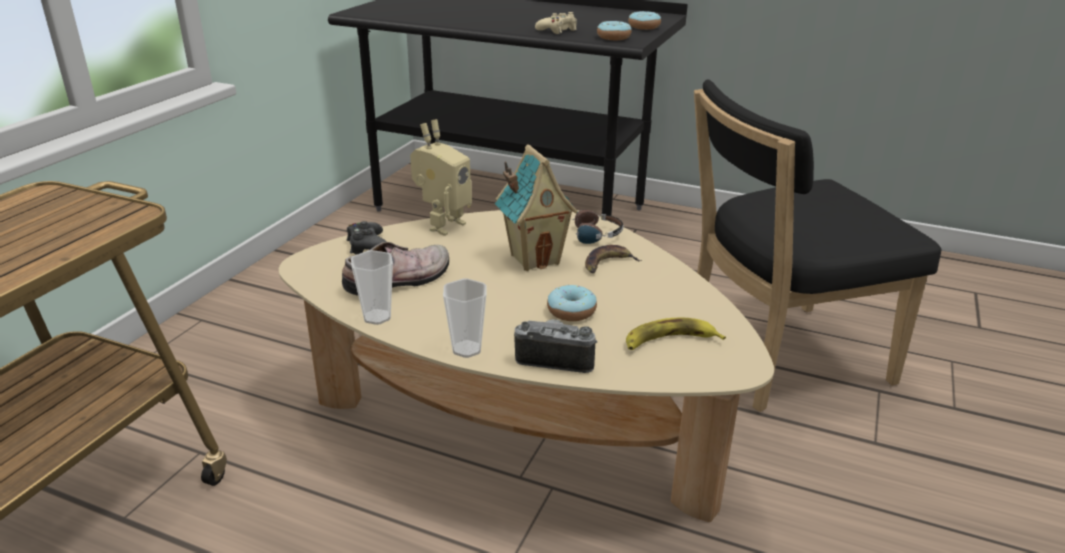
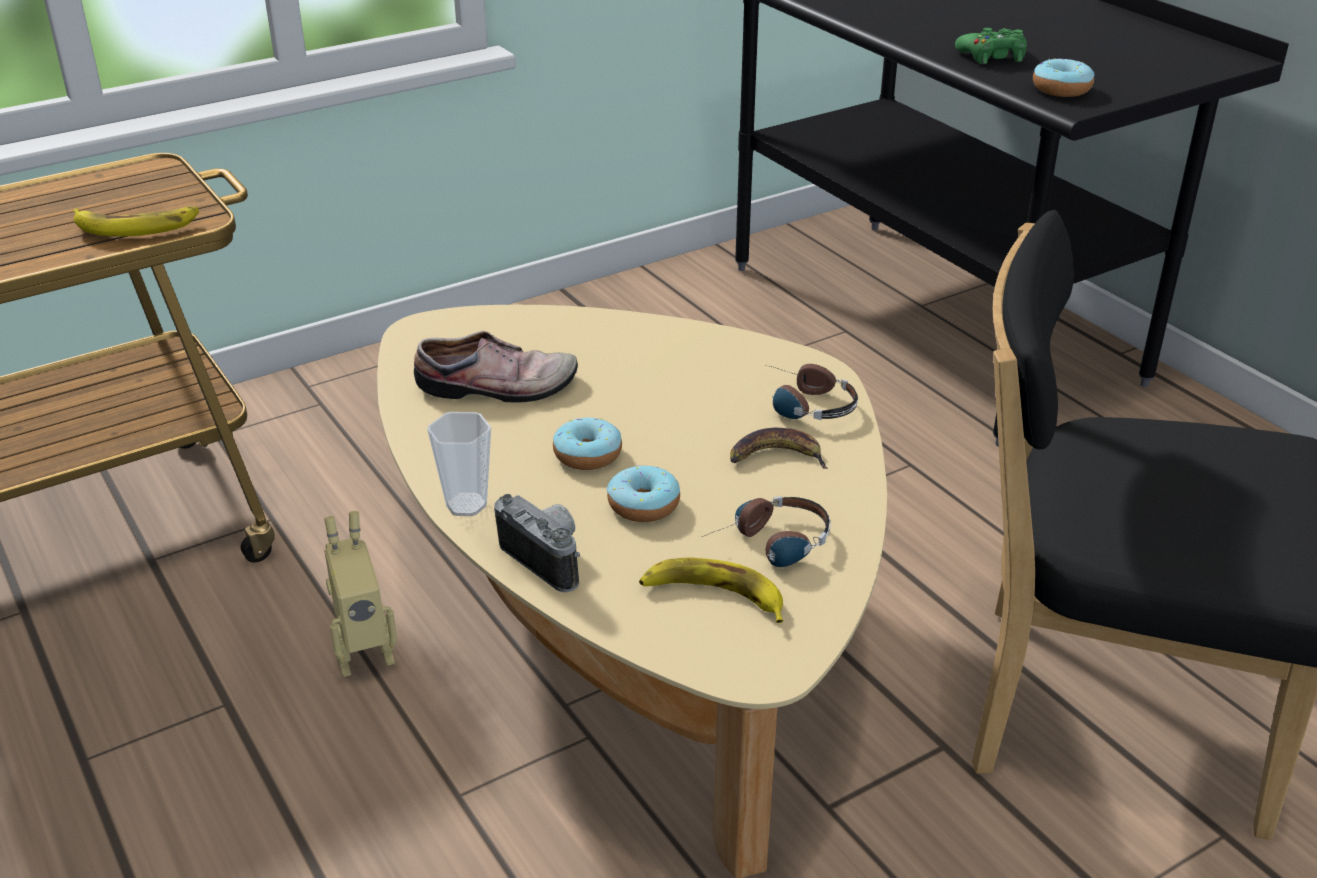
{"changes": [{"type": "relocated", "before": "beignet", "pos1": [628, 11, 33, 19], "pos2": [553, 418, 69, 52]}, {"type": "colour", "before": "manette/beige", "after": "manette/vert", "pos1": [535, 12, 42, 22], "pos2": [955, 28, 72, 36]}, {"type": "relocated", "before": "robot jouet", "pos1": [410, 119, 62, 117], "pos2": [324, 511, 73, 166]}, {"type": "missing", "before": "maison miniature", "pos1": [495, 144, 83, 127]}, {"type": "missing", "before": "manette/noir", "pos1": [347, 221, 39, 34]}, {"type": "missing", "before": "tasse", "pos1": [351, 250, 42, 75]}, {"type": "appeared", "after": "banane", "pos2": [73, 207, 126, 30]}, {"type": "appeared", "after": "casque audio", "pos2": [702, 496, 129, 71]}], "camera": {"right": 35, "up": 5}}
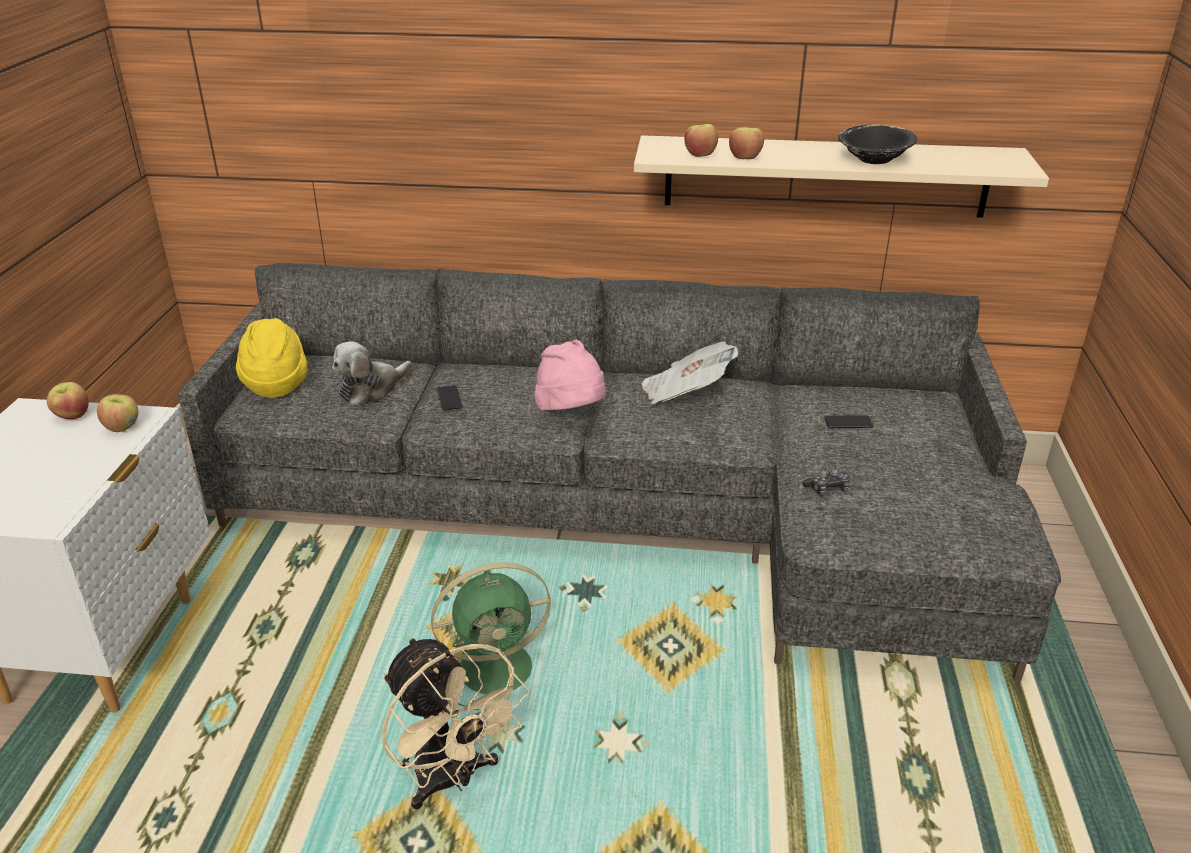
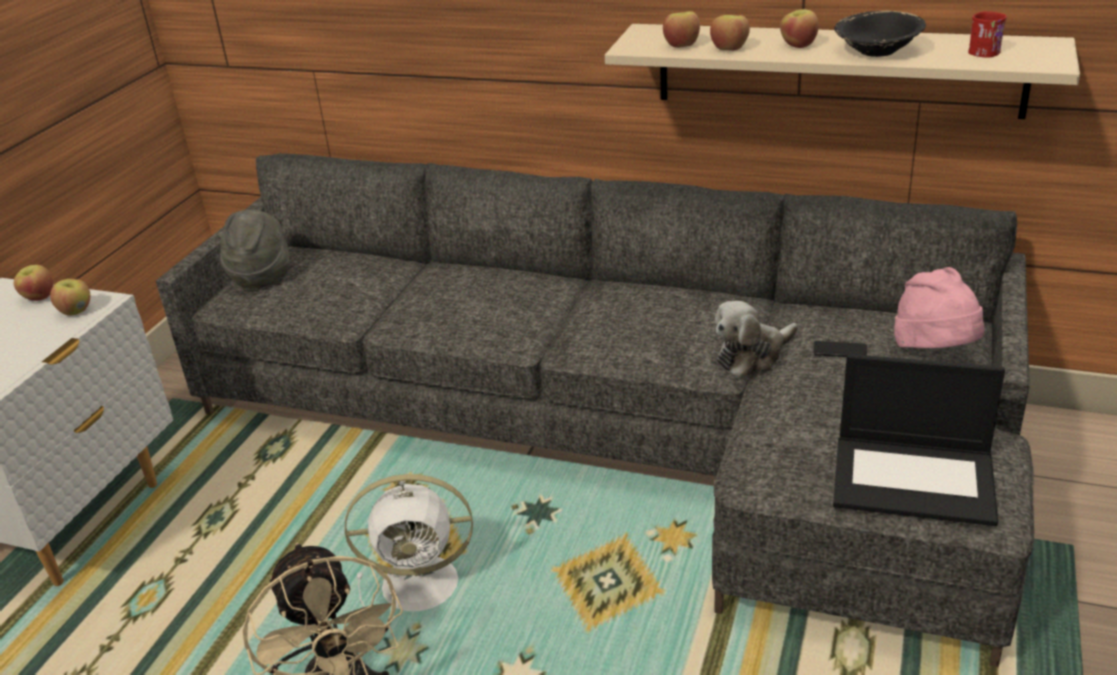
{"changes": [{"type": "colour", "before": "chapeau/jaune", "after": "chapeau/gris", "pos1": [236, 318, 71, 80], "pos2": [219, 209, 70, 80]}, {"type": "relocated", "before": "chapeau/rose", "pos1": [534, 340, 72, 71], "pos2": [894, 267, 91, 81]}, {"type": "relocated", "before": "peluche", "pos1": [333, 341, 79, 65], "pos2": [715, 301, 83, 76]}, {"type": "missing", "before": "journal", "pos1": [641, 341, 97, 63]}, {"type": "missing", "before": "téléphone", "pos1": [437, 385, 25, 26]}, {"type": "missing", "before": "manette", "pos1": [802, 469, 48, 26]}, {"type": "colour", "before": "ventilateur/vert", "after": "ventilateur/blanc", "pos1": [431, 562, 120, 148], "pos2": [345, 474, 128, 151]}, {"type": "appeared", "after": "pomme", "pos2": [780, 9, 39, 39]}, {"type": "appeared", "after": "mug/rouge", "pos2": [968, 11, 39, 47]}, {"type": "appeared", "after": "ordinateur portable", "pos2": [833, 354, 172, 172]}], "camera": {"right": 15, "up": 0}}
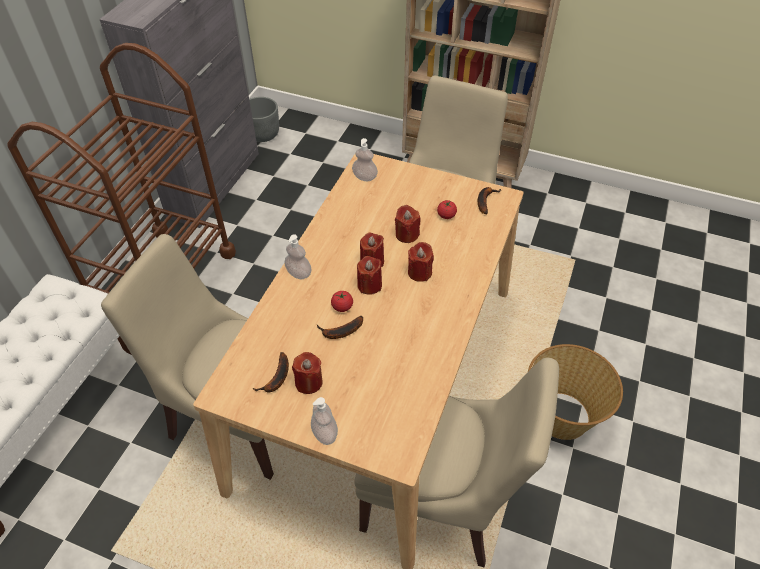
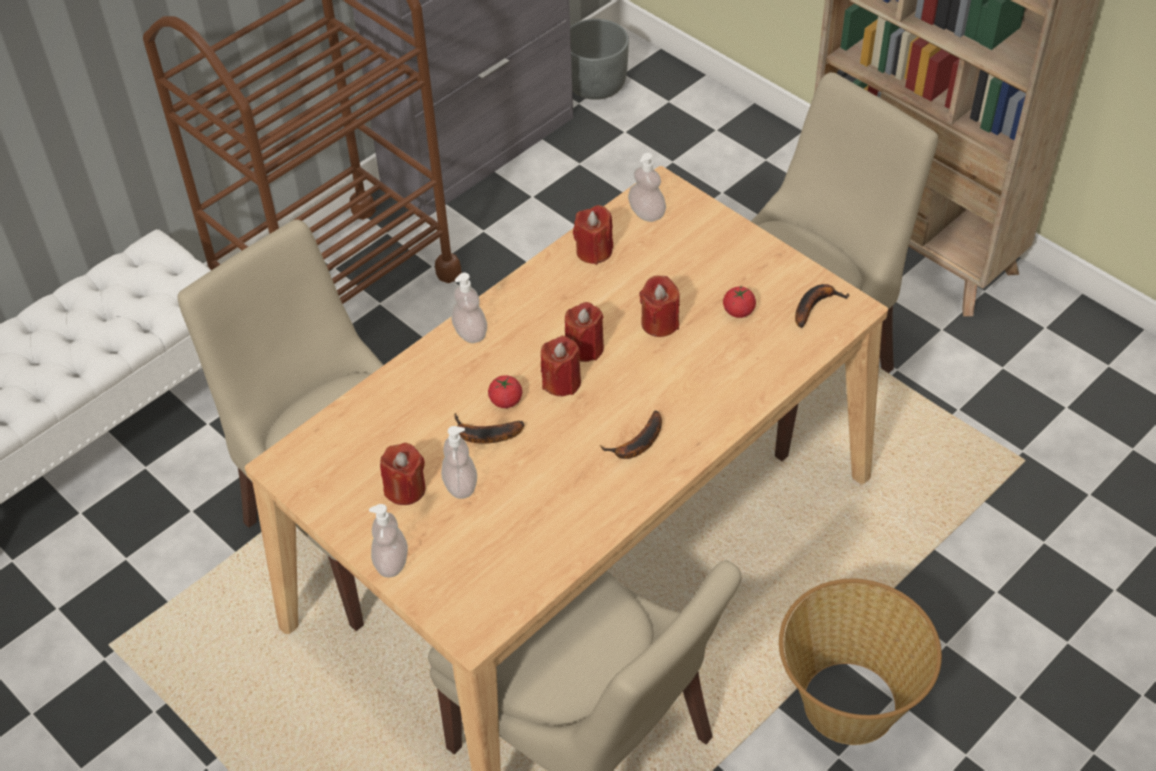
{"changes": [{"type": "relocated", "before": "bougie/rouge", "pos1": [408, 242, 26, 40], "pos2": [573, 205, 40, 60]}, {"type": "relocated", "before": "banane", "pos1": [252, 352, 37, 40], "pos2": [600, 410, 62, 49]}, {"type": "appeared", "after": "distributeur de savon", "pos2": [441, 426, 36, 73]}], "camera": {"right": 25, "up": 0}}
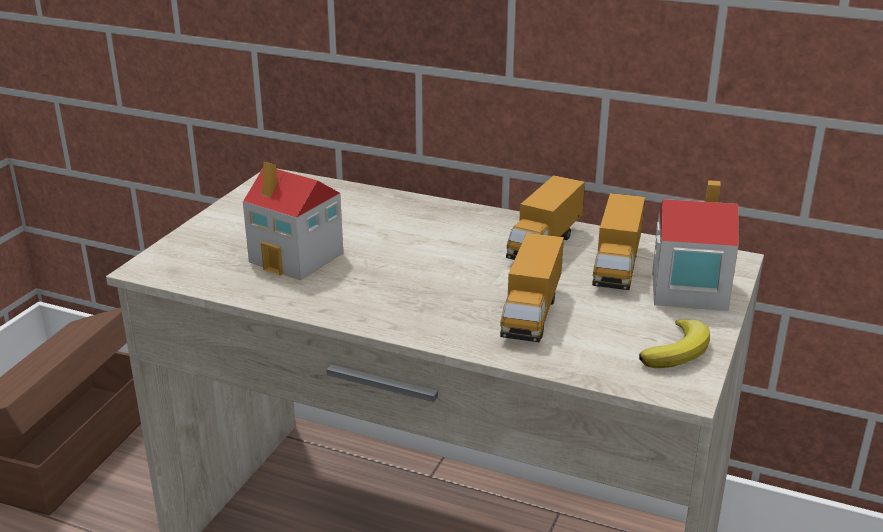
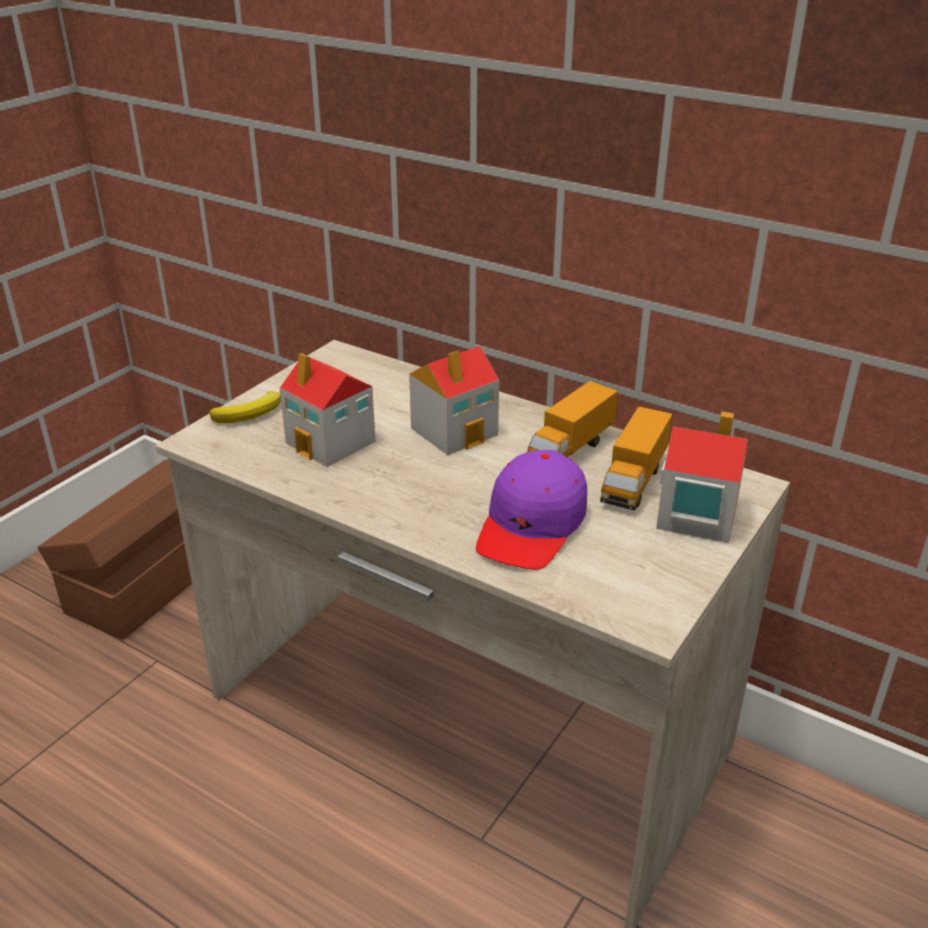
{"changes": [{"type": "exchanged", "before": "camion jouet", "after": "casquette/violet", "pos1": [500, 233, 64, 109], "pos2": [476, 450, 111, 120]}, {"type": "relocated", "before": "banane", "pos1": [639, 319, 71, 49], "pos2": [209, 391, 72, 32]}, {"type": "appeared", "after": "maison miniature", "pos2": [409, 346, 90, 109]}], "camera": {"right": 10, "up": 5}}
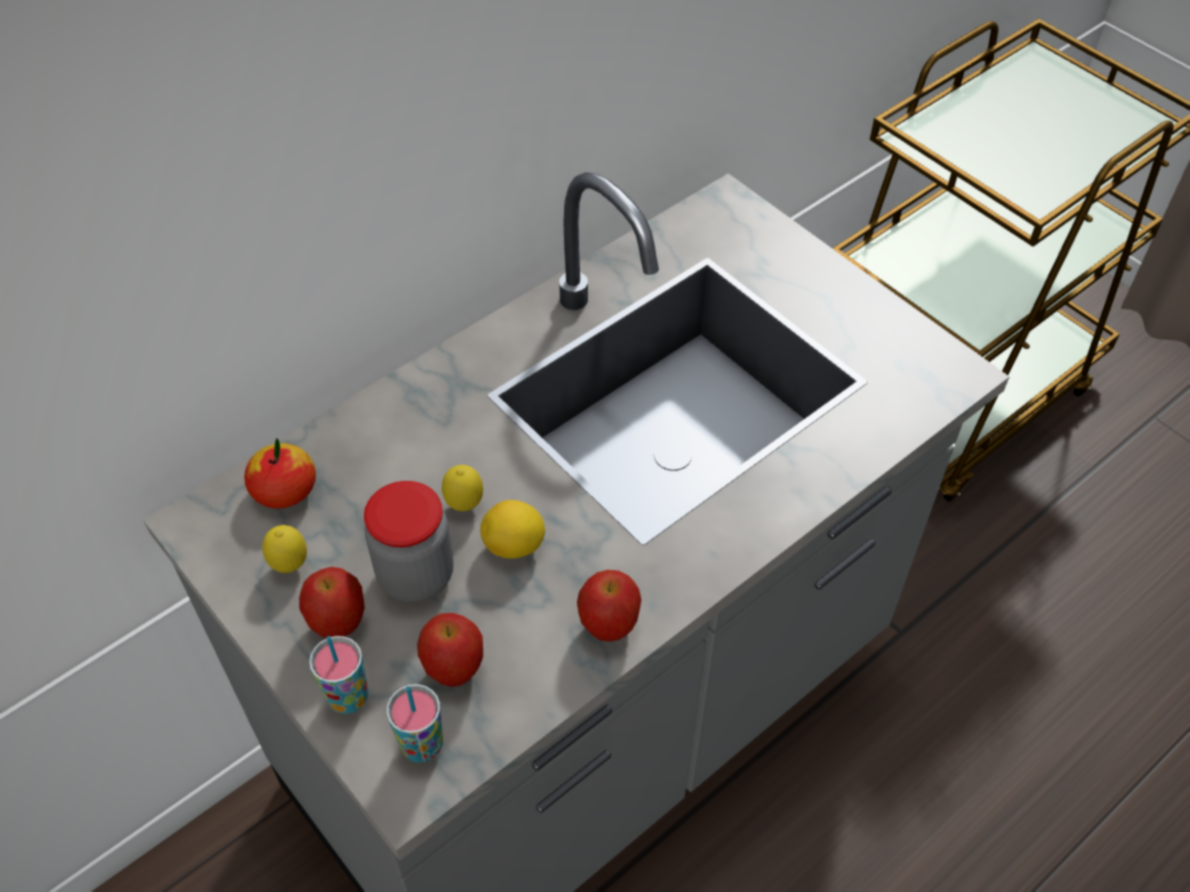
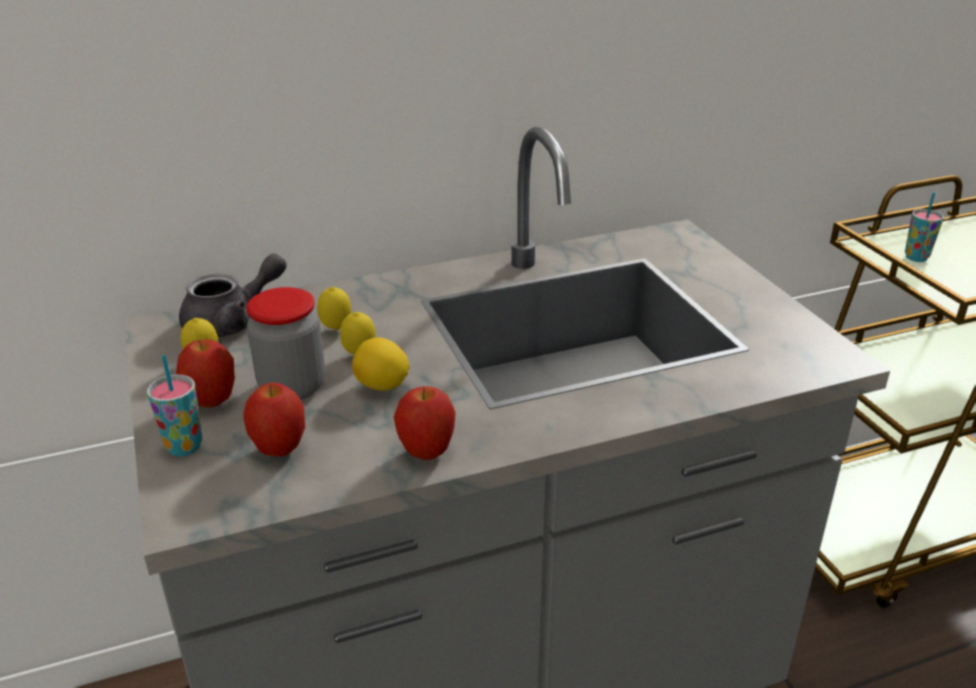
{"changes": [{"type": "exchanged", "before": "pomme", "after": "théière/gris", "pos1": [244, 438, 72, 71], "pos2": [179, 254, 108, 84]}, {"type": "relocated", "before": "tasse", "pos1": [386, 684, 57, 78], "pos2": [905, 192, 39, 70]}, {"type": "appeared", "after": "citron", "pos2": [317, 287, 35, 43]}], "camera": {"right": 20, "up": -20}}
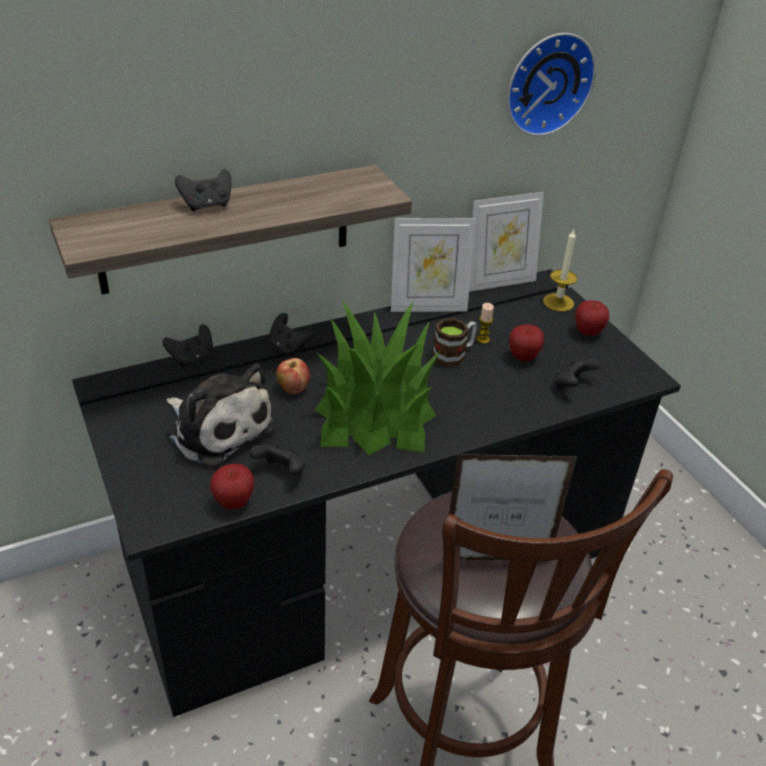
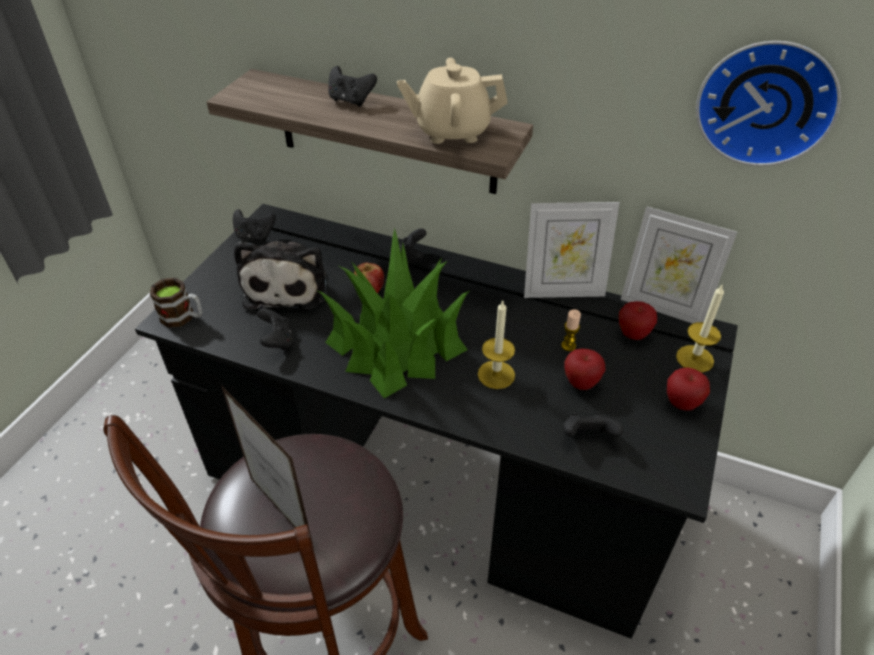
{"changes": [{"type": "spun", "before": "cadre photo", "pos1": [391, 218, 85, 94], "pos2": [524, 202, 96, 96], "turn": -45}, {"type": "relocated", "before": "mug", "pos1": [432, 318, 45, 49], "pos2": [150, 278, 53, 50]}, {"type": "relocated", "before": "manette/noir", "pos1": [162, 324, 51, 43], "pos2": [233, 209, 43, 33]}, {"type": "relocated", "before": "pomme", "pos1": [210, 464, 44, 46], "pos2": [619, 301, 38, 39]}, {"type": "appeared", "after": "théière/beige", "pos2": [397, 57, 111, 87]}, {"type": "appeared", "after": "bougie", "pos2": [478, 301, 37, 88]}], "camera": {"right": 50, "up": 5}}
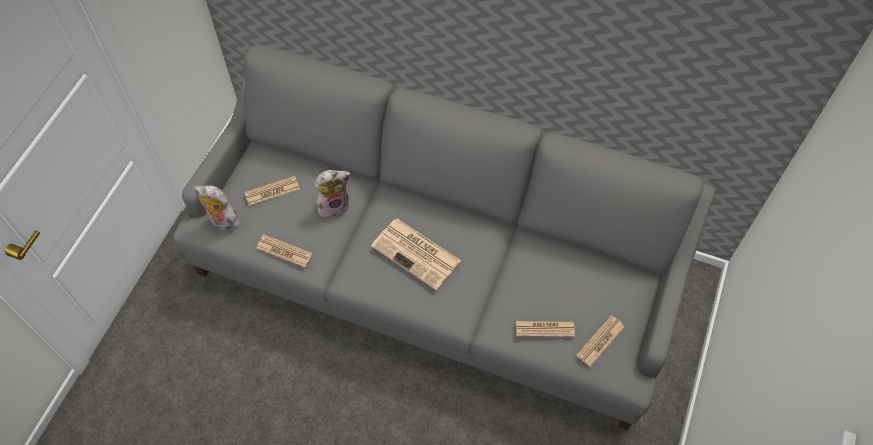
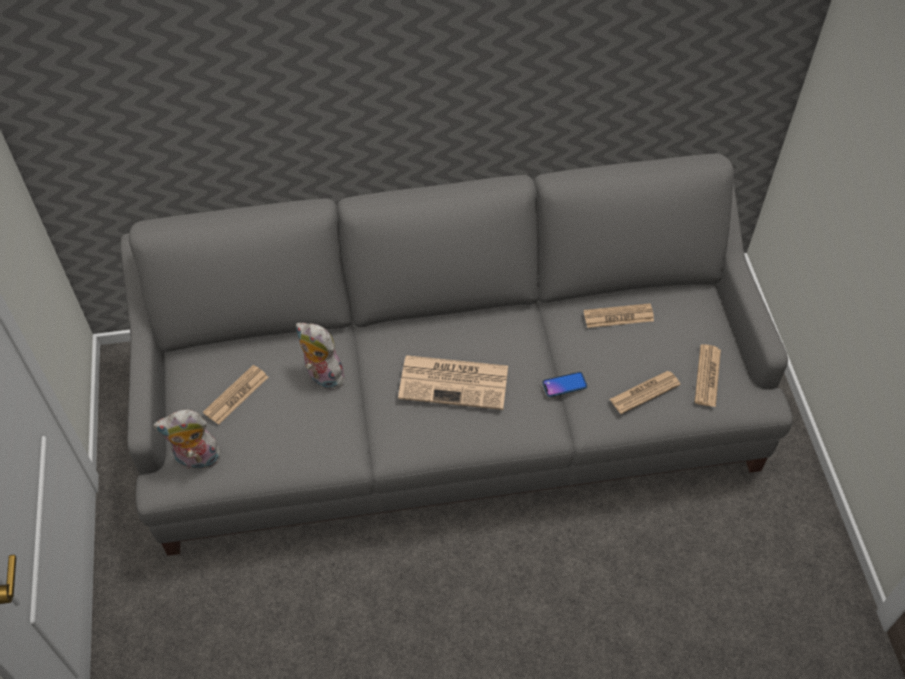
{"changes": [{"type": "spun", "before": "peluche", "pos1": [315, 170, 36, 48], "pos2": [296, 323, 54, 67], "turn": -90}, {"type": "relocated", "before": "journal", "pos1": [256, 234, 56, 33], "pos2": [584, 303, 70, 25]}, {"type": "appeared", "after": "téléphone", "pos2": [542, 372, 45, 25]}], "camera": {"right": -30, "up": -5}}
